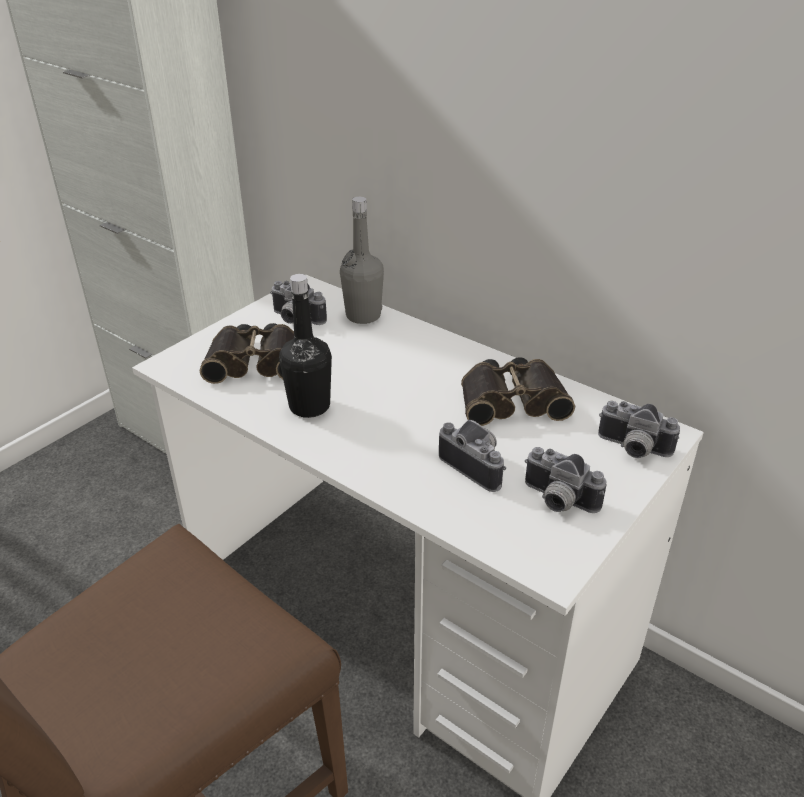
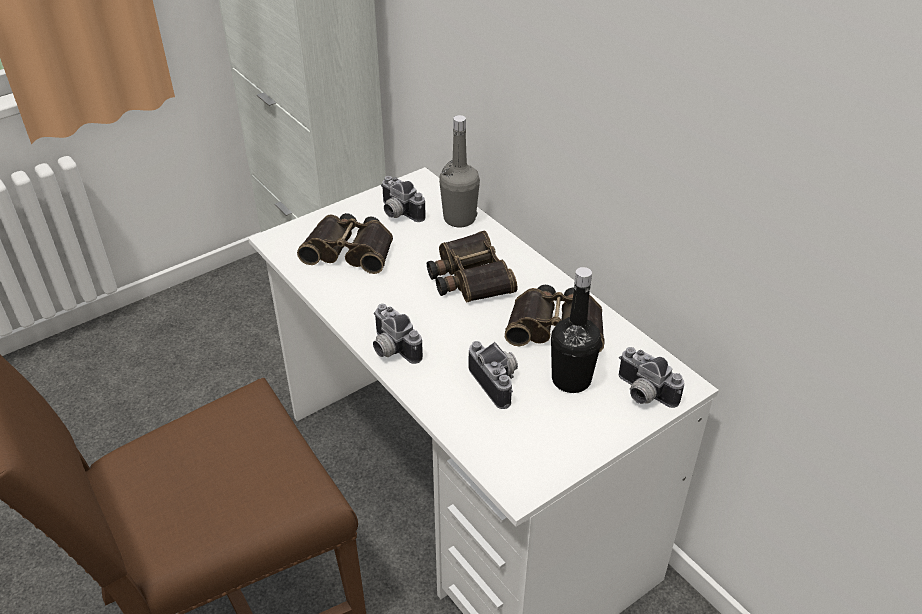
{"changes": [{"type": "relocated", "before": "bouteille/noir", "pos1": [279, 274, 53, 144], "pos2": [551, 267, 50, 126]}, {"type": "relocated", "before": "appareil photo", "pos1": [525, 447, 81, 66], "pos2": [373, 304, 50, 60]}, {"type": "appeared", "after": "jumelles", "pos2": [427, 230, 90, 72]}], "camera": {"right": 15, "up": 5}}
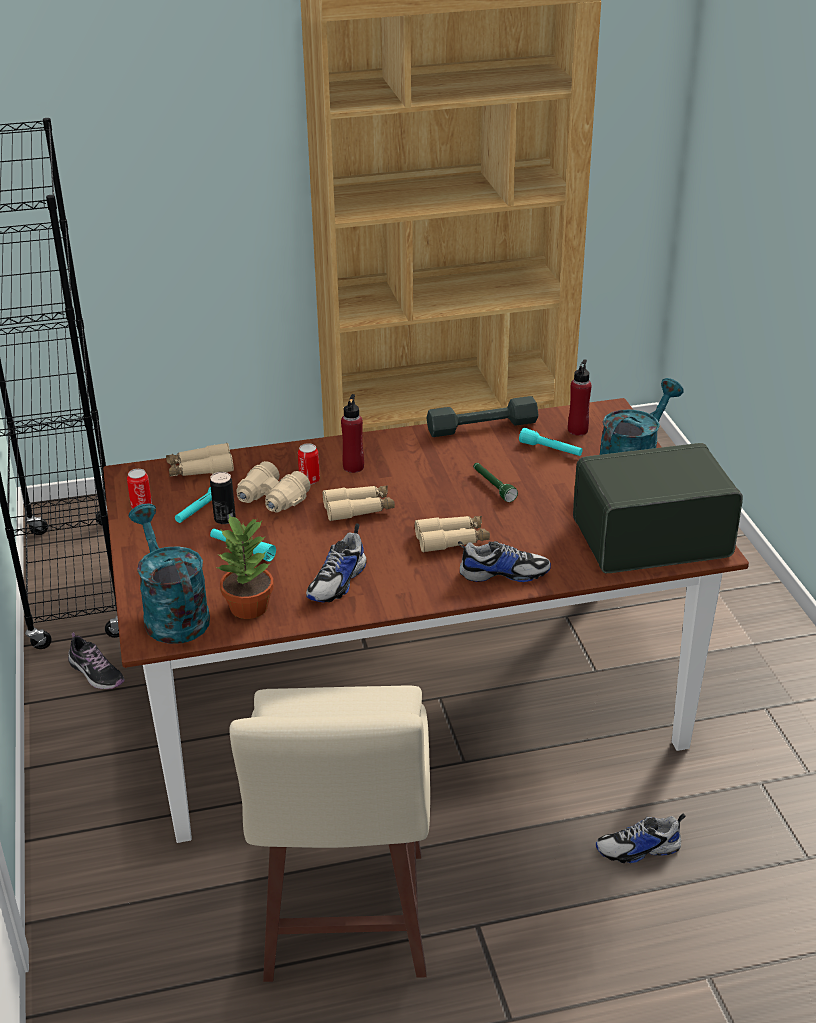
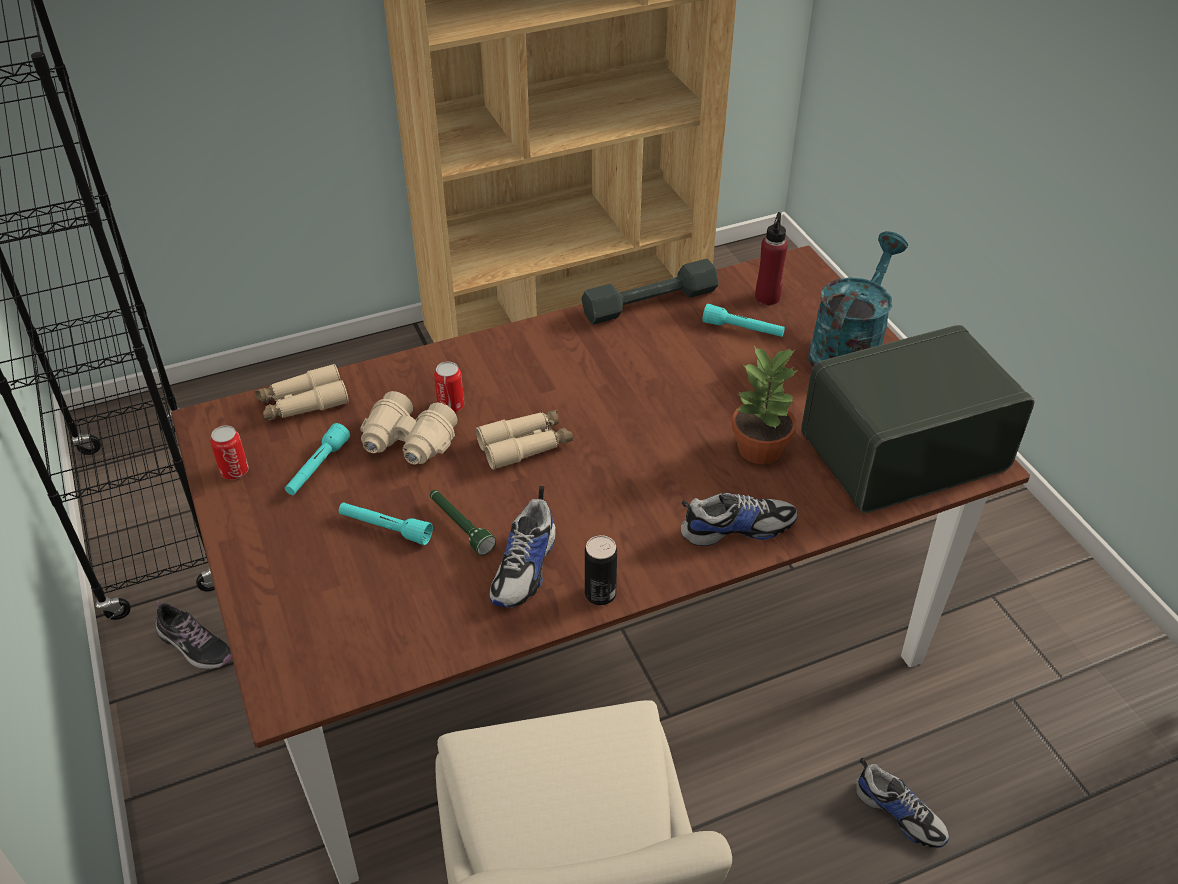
{"changes": [{"type": "missing", "before": "bouteille/rouge", "pos1": [341, 394, 23, 79]}, {"type": "relocated", "before": "lampe de poche/vert", "pos1": [473, 463, 45, 39], "pos2": [430, 490, 66, 65]}, {"type": "relocated", "before": "boîte métallique", "pos1": [210, 472, 26, 52], "pos2": [585, 535, 32, 70]}, {"type": "missing", "before": "arrosoir/turquoise", "pos1": [129, 504, 81, 140]}, {"type": "relocated", "before": "plante en pot", "pos1": [215, 515, 59, 104], "pos2": [732, 346, 66, 118]}, {"type": "missing", "before": "jumelles/beige", "pos1": [415, 516, 75, 37]}, {"type": "spun", "before": "chaussure", "pos1": [596, 813, 90, 50], "pos2": [856, 758, 93, 90], "turn": -120}], "camera": {"right": -10, "up": 10}}
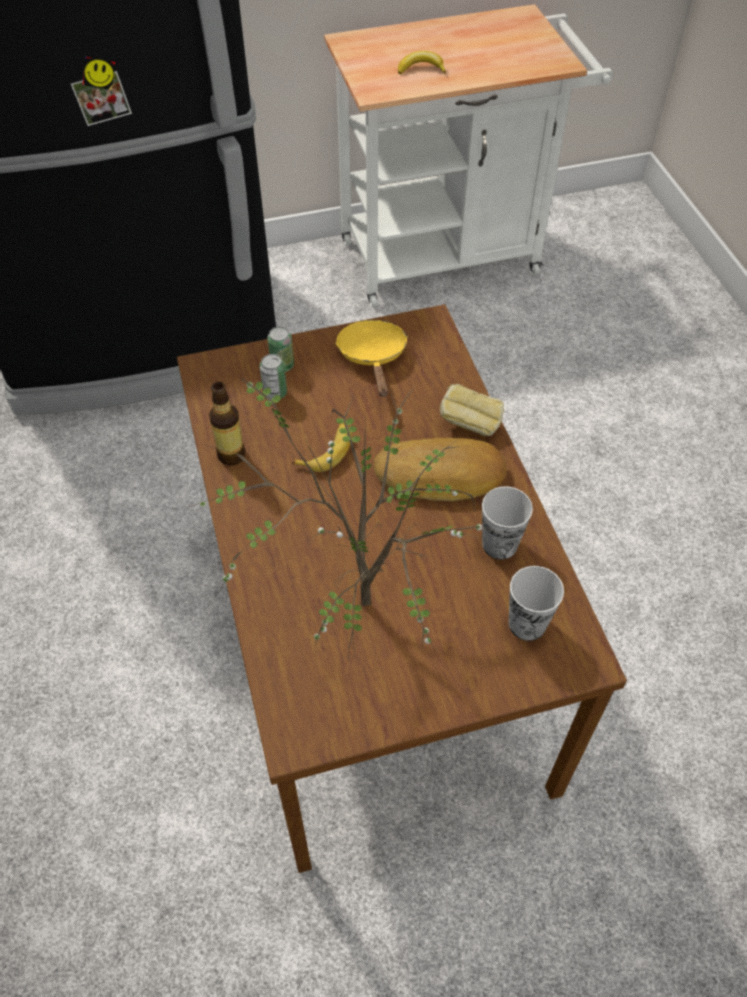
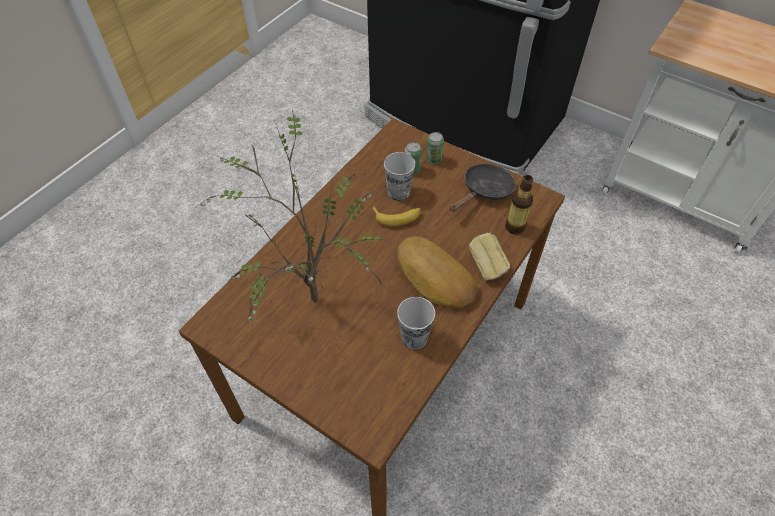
{"changes": [{"type": "missing", "before": "banane", "pos1": [398, 51, 48, 23]}, {"type": "colour", "before": "poêle/jaune", "after": "poêle/noir", "pos1": [335, 320, 73, 77], "pos2": [450, 164, 66, 48]}, {"type": "relocated", "before": "bouteille", "pos1": [209, 381, 36, 85], "pos2": [505, 175, 28, 60]}, {"type": "relocated", "before": "tasse", "pos1": [509, 566, 55, 75], "pos2": [384, 152, 31, 49]}], "camera": {"right": 50, "up": 0}}
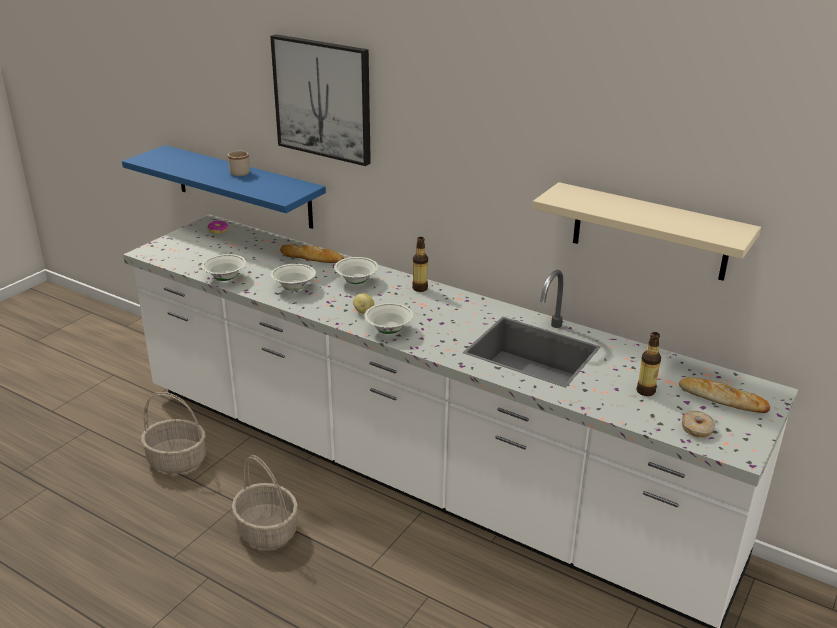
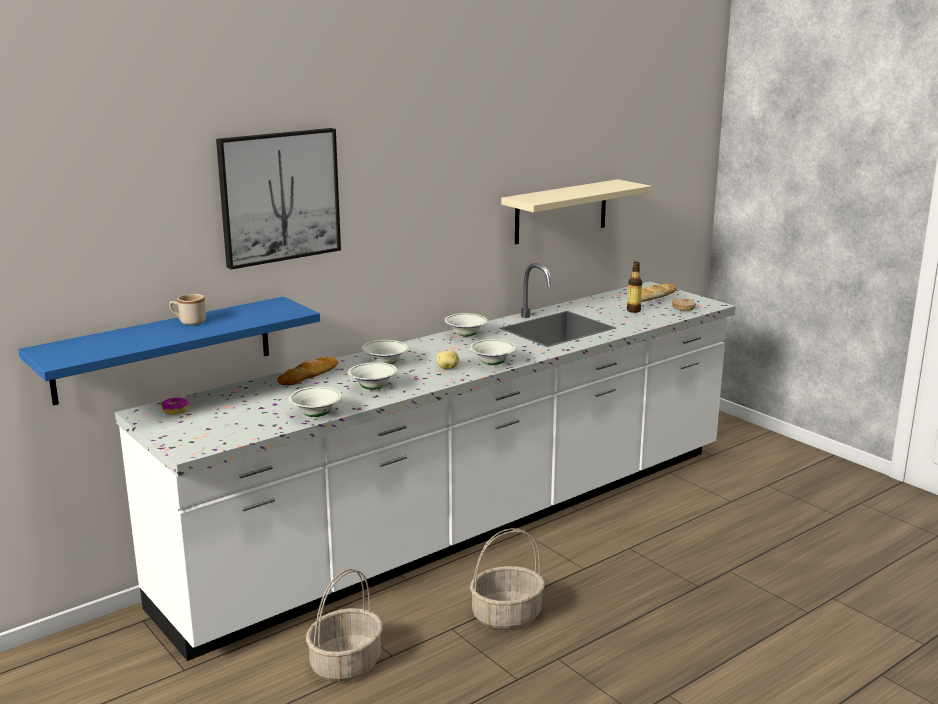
{"changes": [{"type": "missing", "before": "bouteille", "pos1": [412, 237, 16, 55]}, {"type": "appeared", "after": "bol/blanc", "pos2": [445, 313, 42, 24]}], "camera": {"right": -70, "up": -10}}
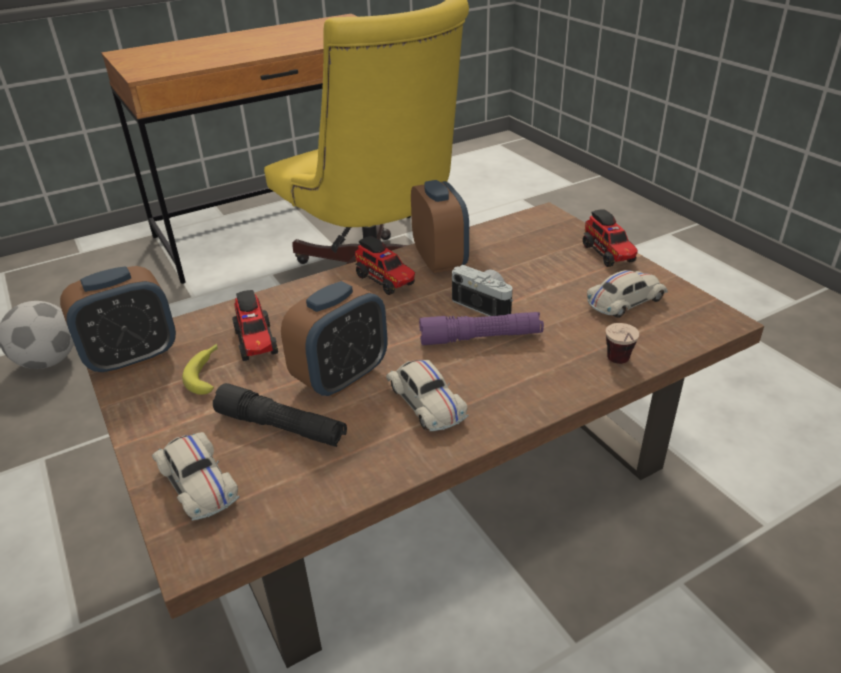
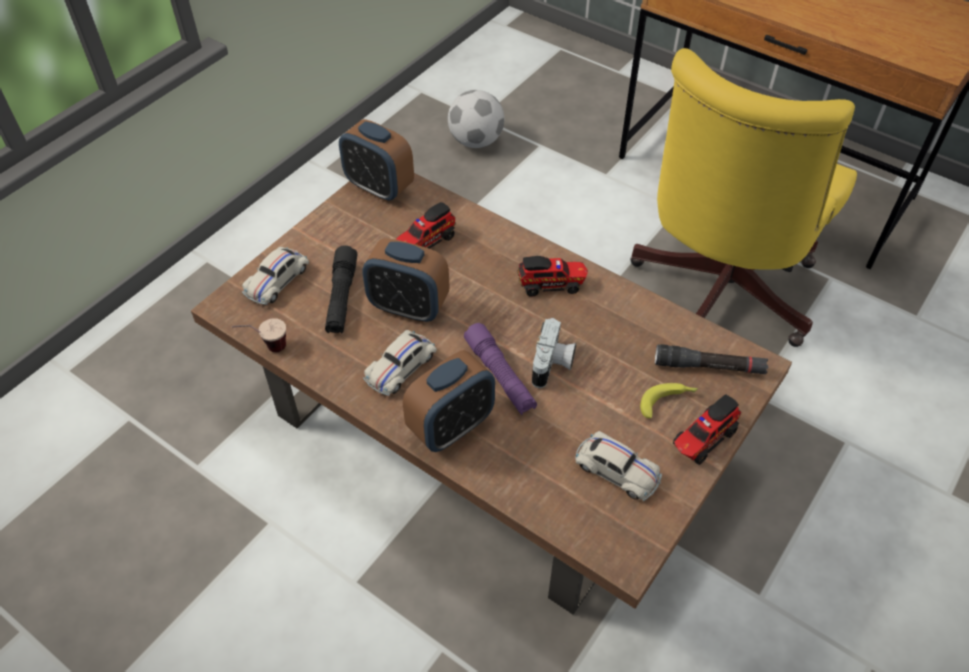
{"changes": [{"type": "relocated", "before": "réveil", "pos1": [411, 180, 58, 93], "pos2": [403, 350, 92, 102]}, {"type": "spun", "before": "camion jouet", "pos1": [355, 236, 60, 59], "pos2": [517, 256, 71, 41], "turn": -120}, {"type": "relocated", "before": "tasse", "pos1": [606, 323, 33, 41], "pos2": [232, 318, 54, 34]}, {"type": "relocated", "before": "banane", "pos1": [182, 344, 36, 51], "pos2": [640, 383, 58, 35]}, {"type": "appeared", "after": "lampe de poche/noir", "pos2": [655, 344, 113, 30]}], "camera": {"right": 65, "up": 15}}
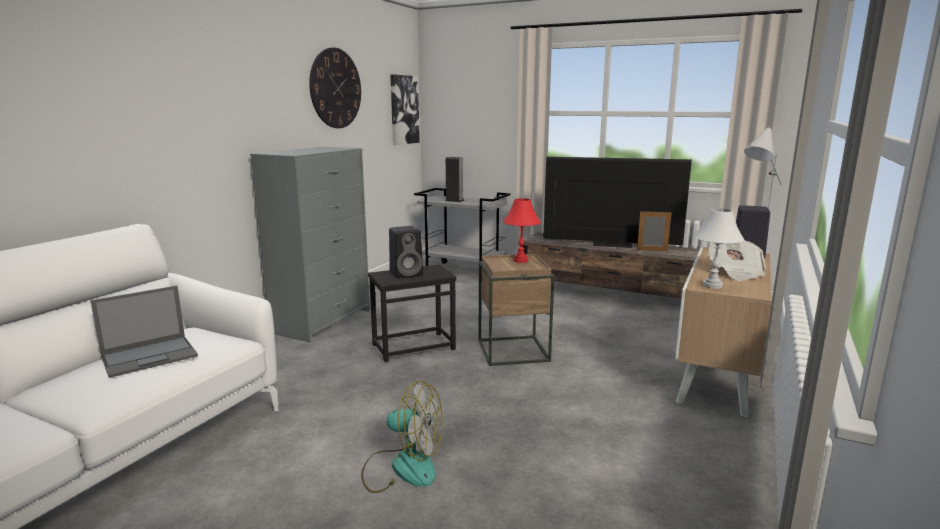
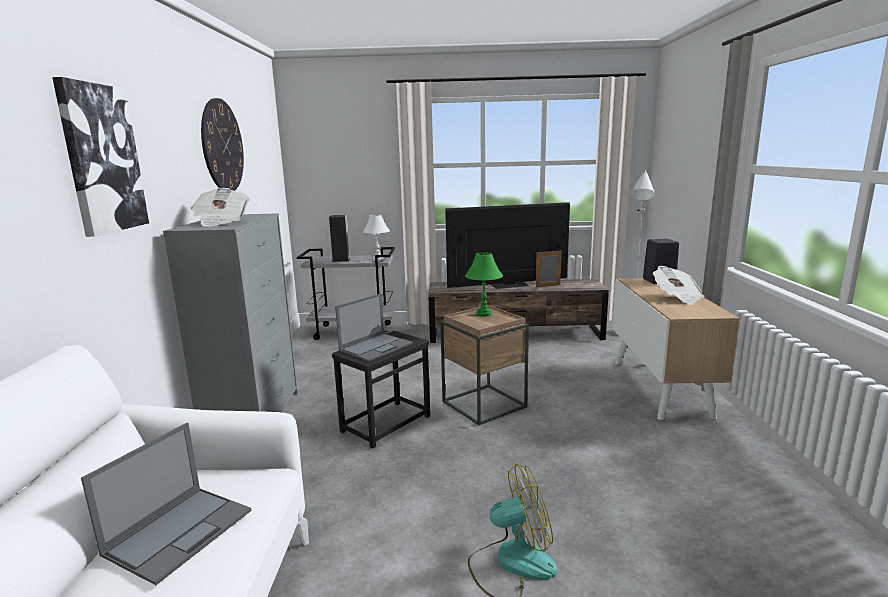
{"changes": [{"type": "relocated", "before": "tableau", "pos1": [391, 74, 29, 71], "pos2": [52, 77, 97, 160]}, {"type": "colour", "before": "lampe de table/rouge", "after": "lampe de table/vert", "pos1": [503, 198, 38, 65], "pos2": [465, 252, 38, 65]}, {"type": "relocated", "before": "lampe de table/blanc", "pos1": [693, 208, 51, 81], "pos2": [363, 214, 27, 47]}, {"type": "exchanged", "before": "enceinte/noir", "after": "ordinateur portable", "pos1": [389, 226, 34, 53], "pos2": [335, 293, 78, 69]}, {"type": "appeared", "after": "journal", "pos2": [191, 188, 59, 39]}], "camera": {"right": -25, "up": 0}}
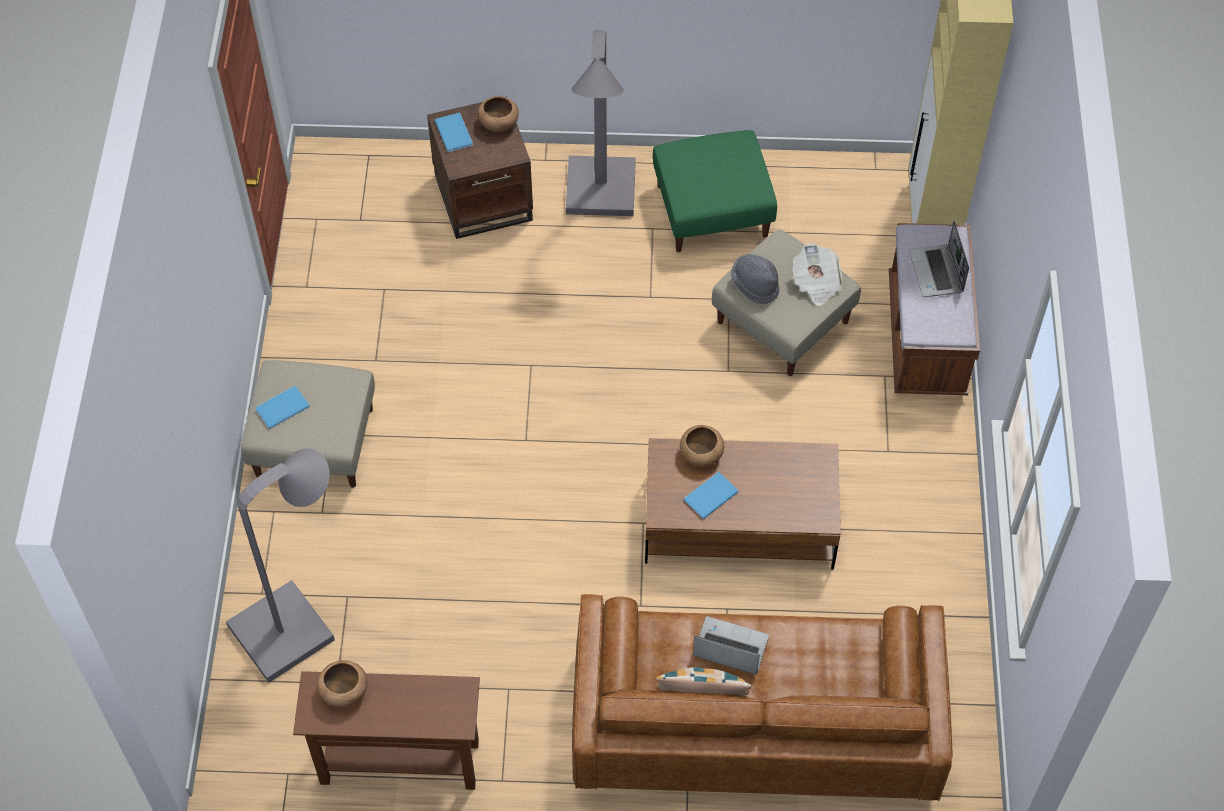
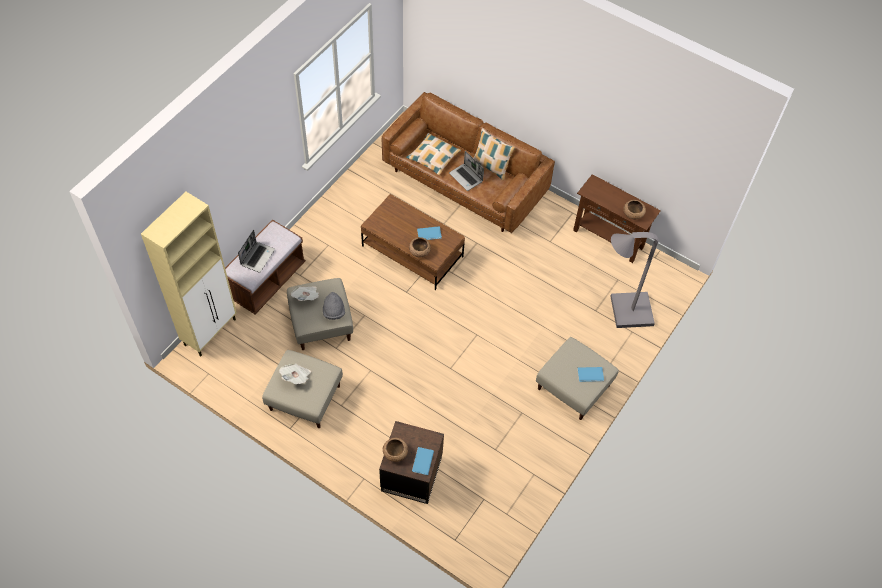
{"changes": [{"type": "missing", "before": "lampadaire/gris", "pos1": [566, 30, 70, 186]}, {"type": "colour", "before": "pouf/vert", "after": "pouf/beige", "pos1": [653, 130, 124, 122], "pos2": [262, 350, 81, 78]}, {"type": "appeared", "after": "coussin", "pos2": [406, 133, 55, 42]}, {"type": "appeared", "after": "journal", "pos2": [279, 363, 32, 21]}], "camera": {"right": -150, "up": 0}}
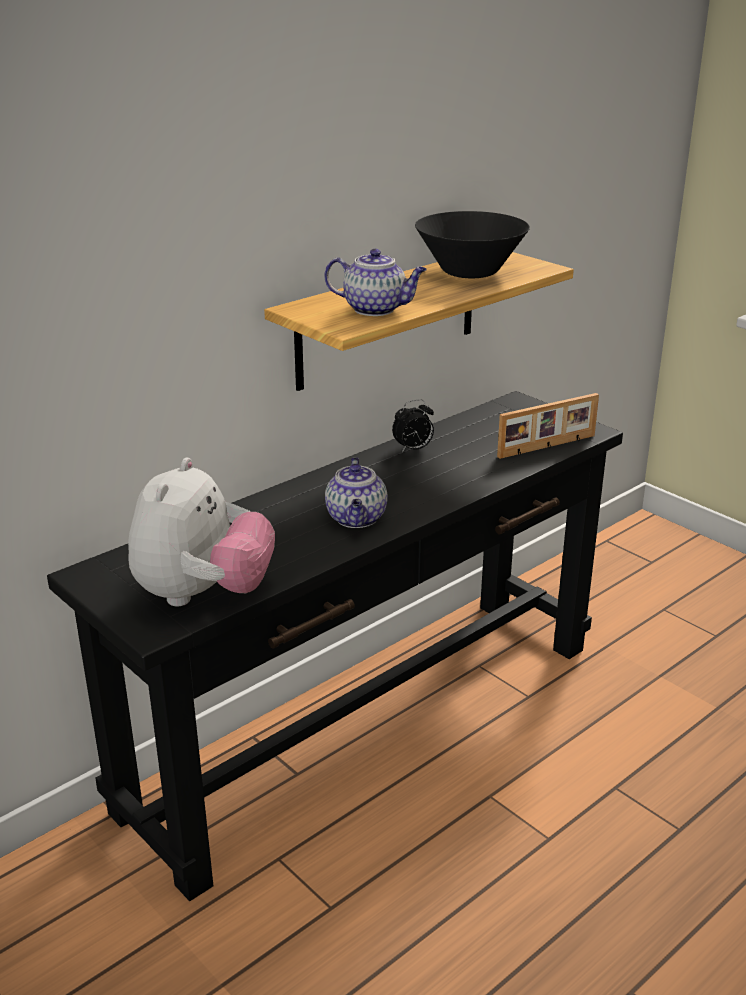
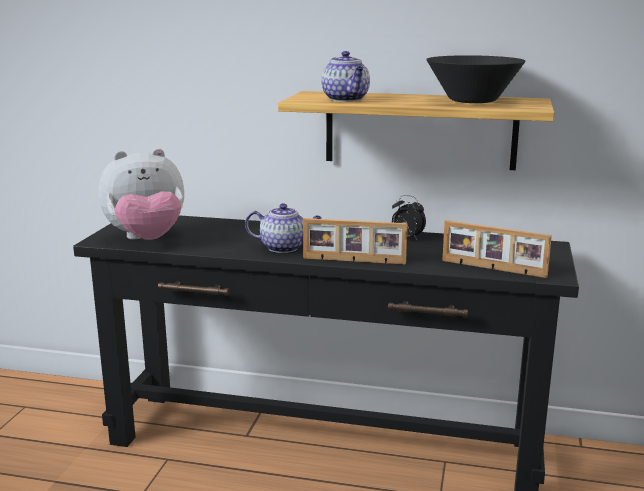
{"changes": [{"type": "spun", "before": "théière", "pos1": [325, 457, 63, 71], "pos2": [245, 204, 77, 49], "turn": -135}, {"type": "appeared", "after": "cadre photo", "pos2": [303, 218, 105, 47]}], "camera": {"right": 55, "up": -10}}
